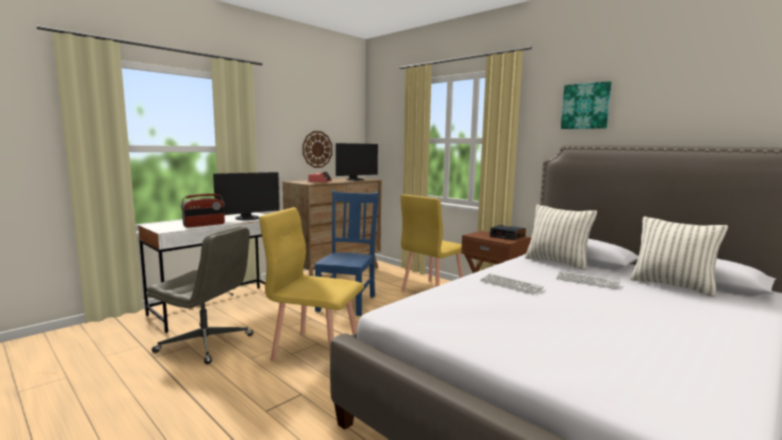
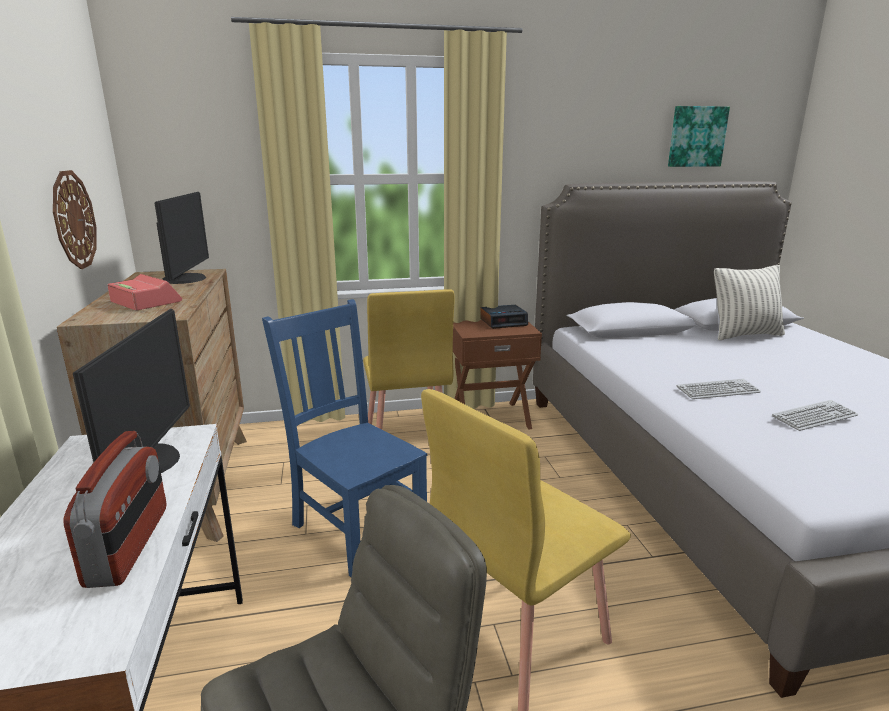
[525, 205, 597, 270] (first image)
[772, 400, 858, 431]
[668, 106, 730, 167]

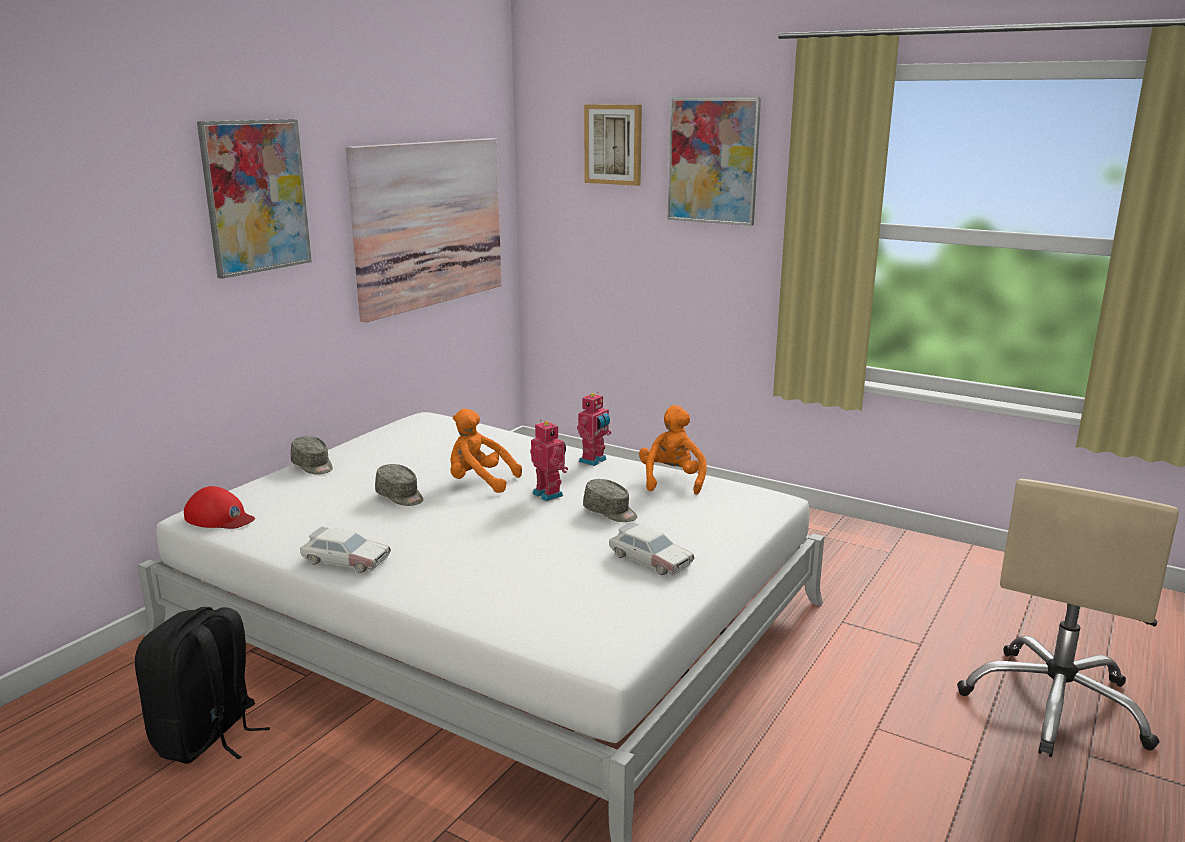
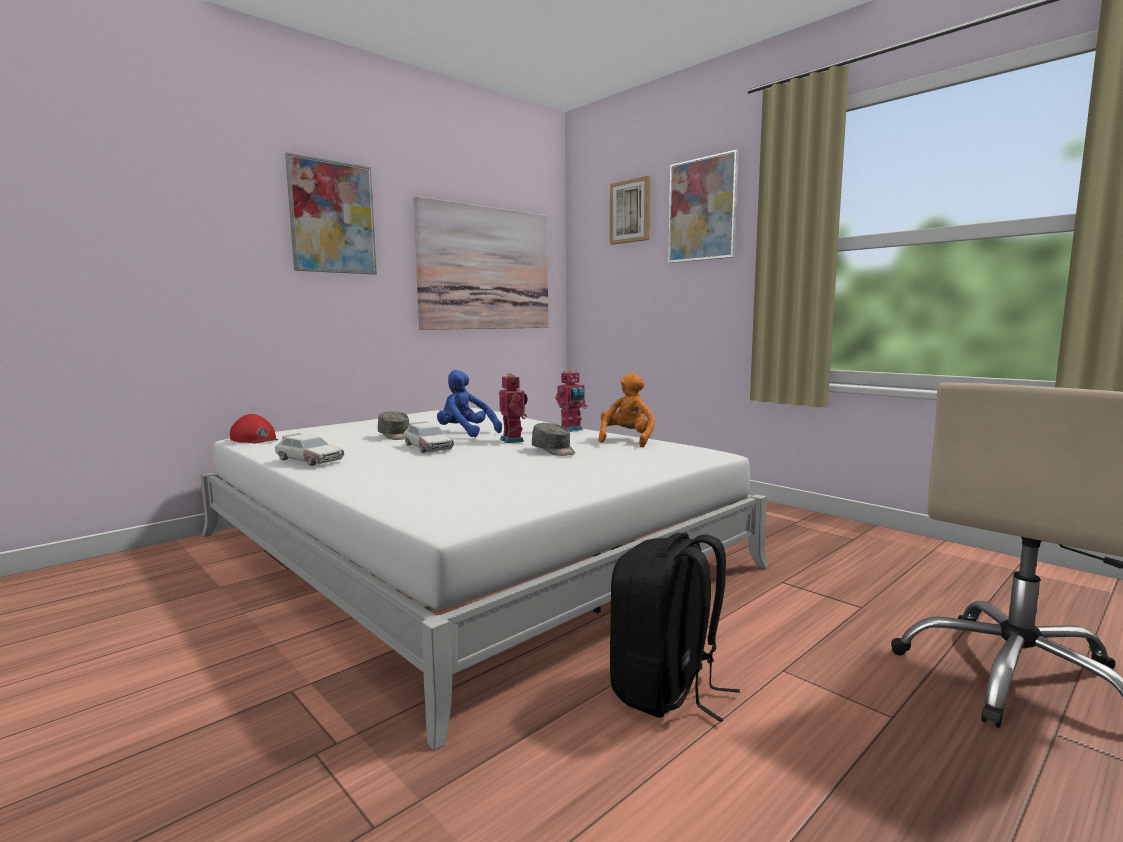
[610, 533, 740, 722]
[291, 436, 333, 475] (first image)
[437, 370, 502, 437]
[404, 422, 454, 453]

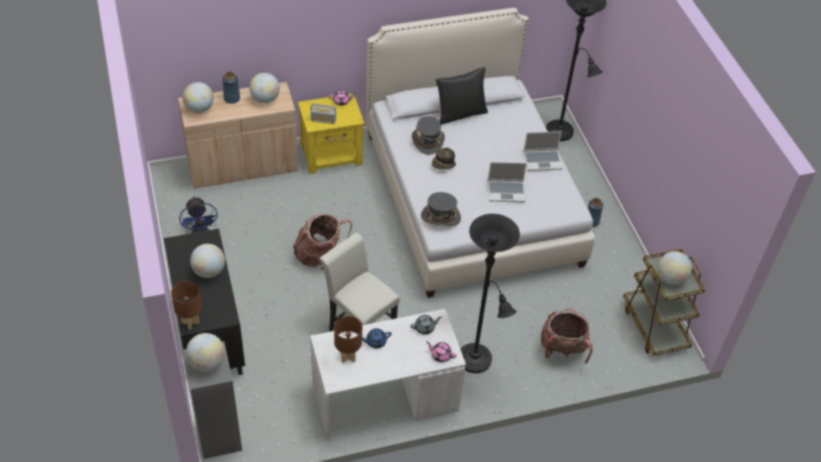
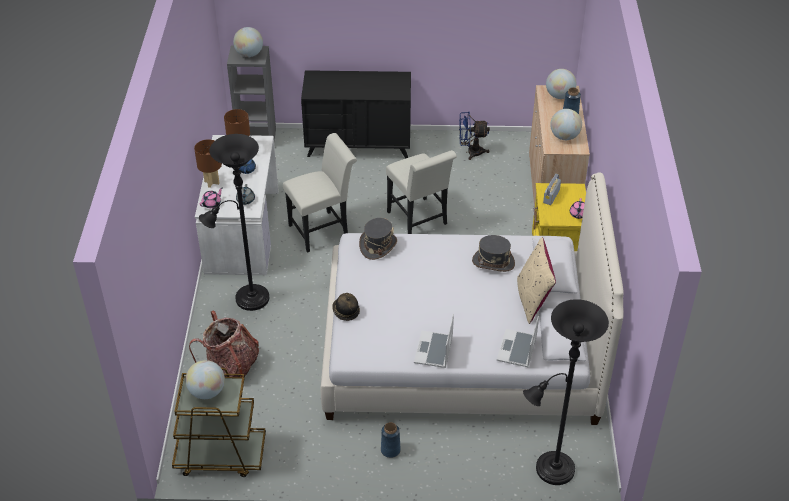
[194, 139, 222, 188]
[190, 244, 225, 278] (first image)
[386, 150, 457, 234]
[332, 293, 360, 321]
[517, 237, 556, 324]
[497, 314, 539, 367]

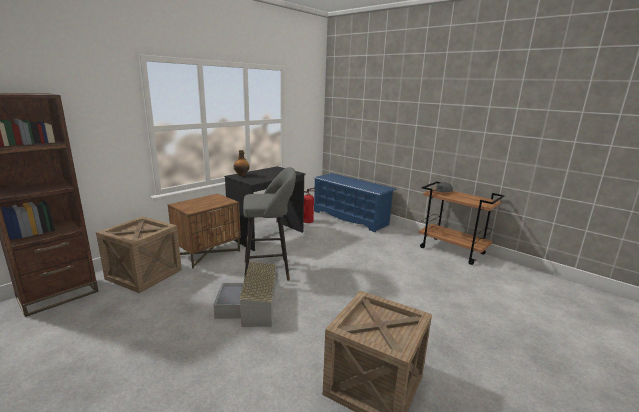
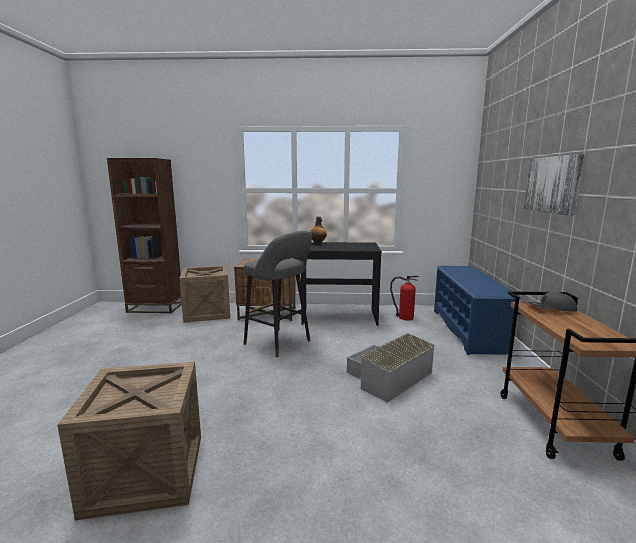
[347, 333, 435, 402]
[524, 154, 584, 216]

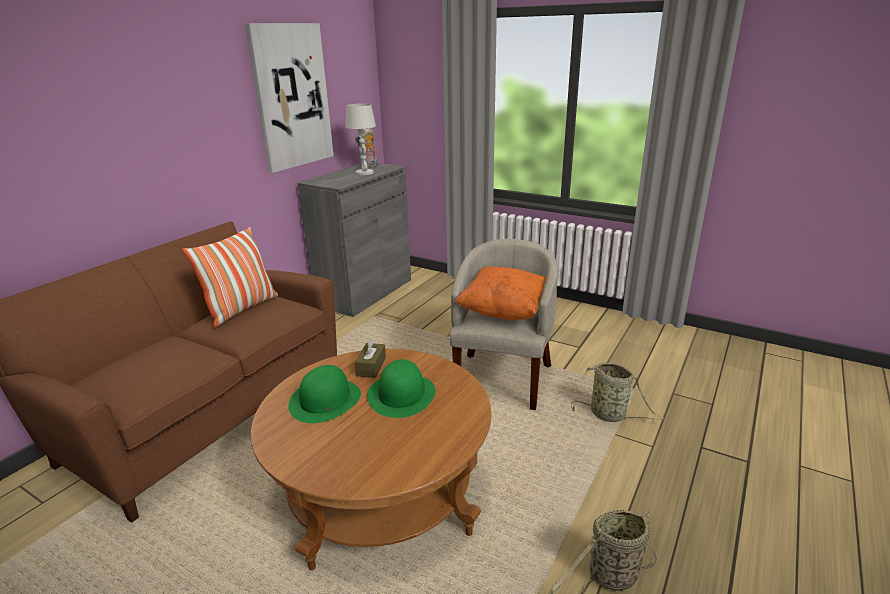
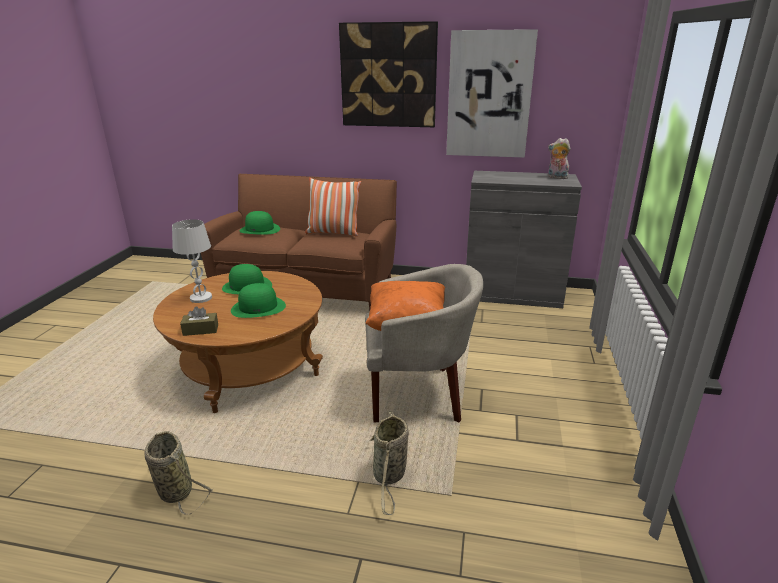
[172, 219, 212, 303]
[180, 306, 218, 336]
[240, 211, 280, 235]
[339, 21, 438, 127]

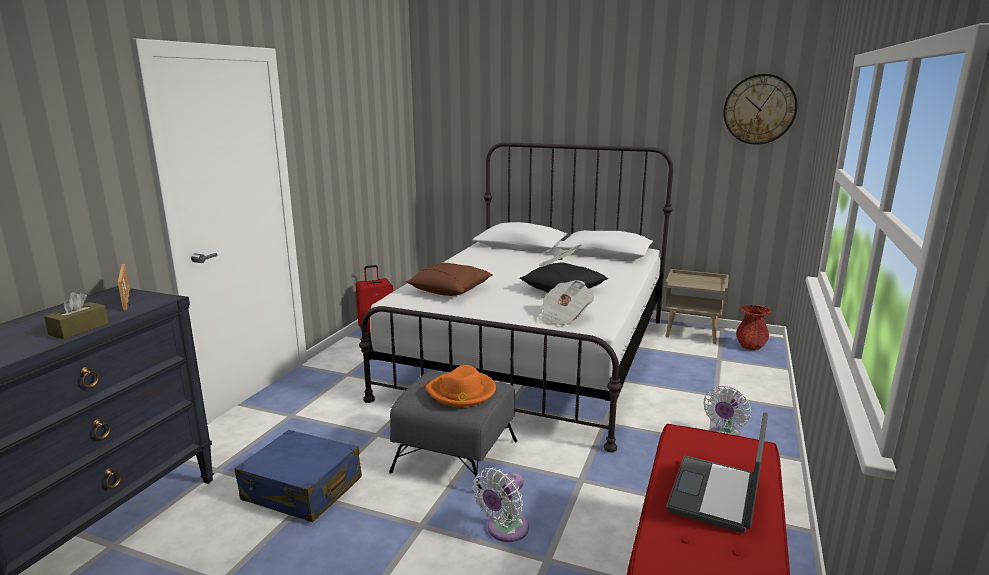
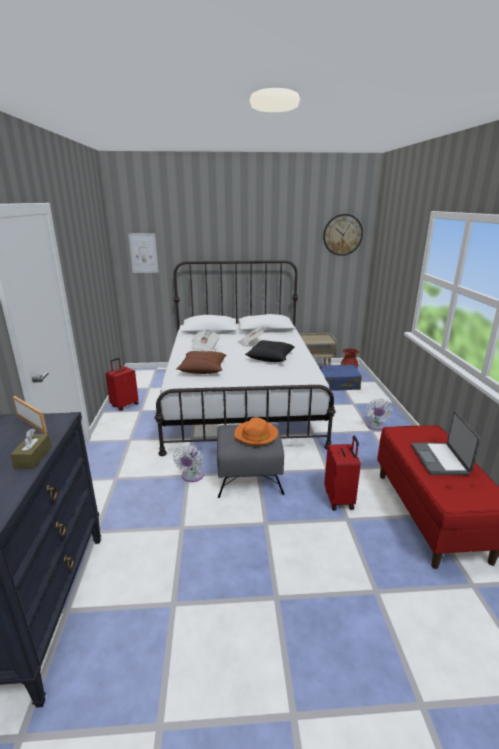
[319, 365, 362, 391]
[173, 445, 204, 482]
[192, 329, 220, 351]
[128, 233, 159, 273]
[324, 436, 361, 510]

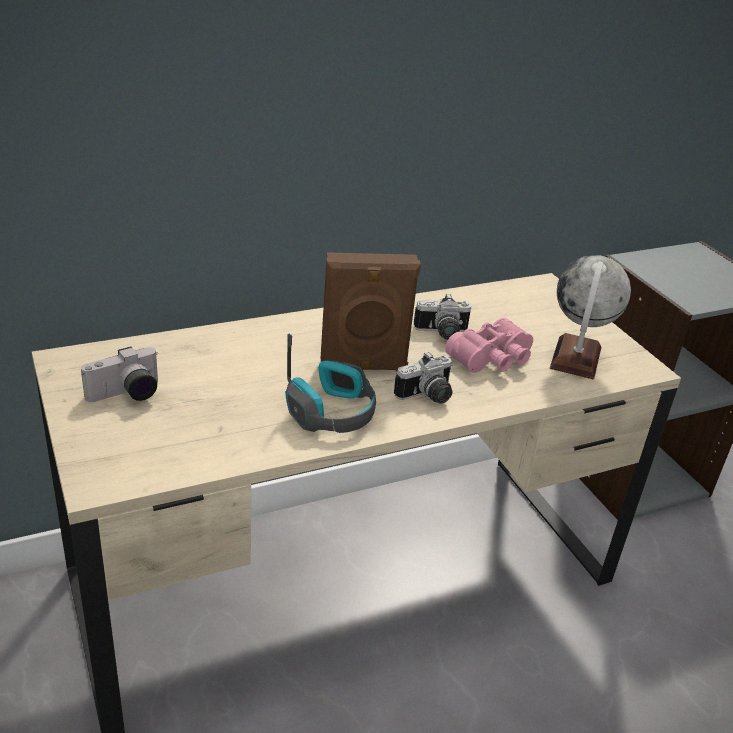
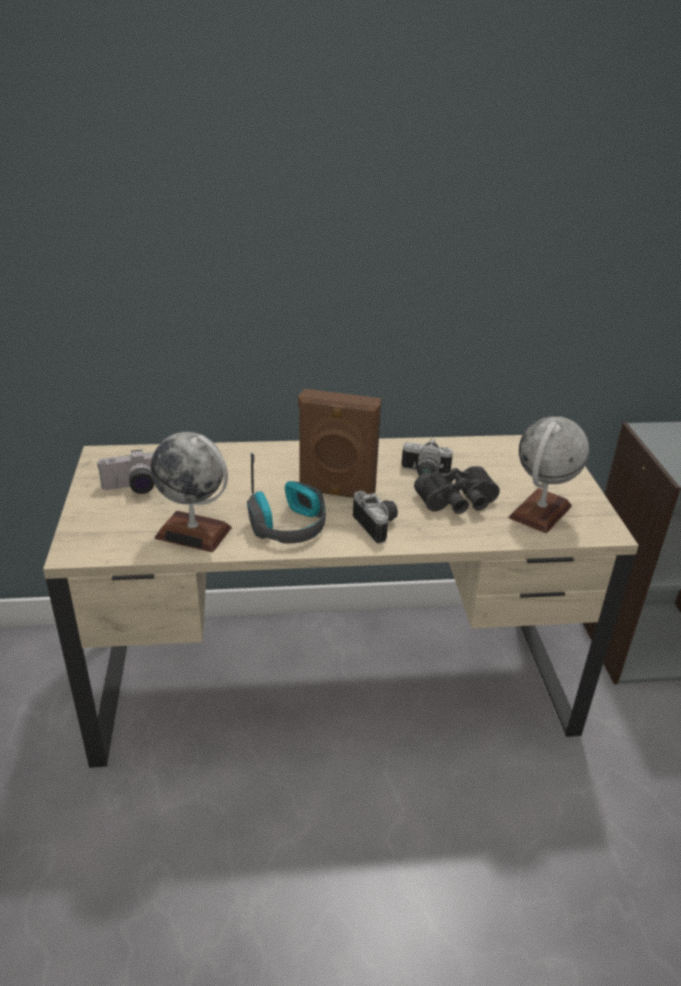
[353, 491, 398, 544]
[414, 466, 500, 514]
[150, 432, 232, 552]

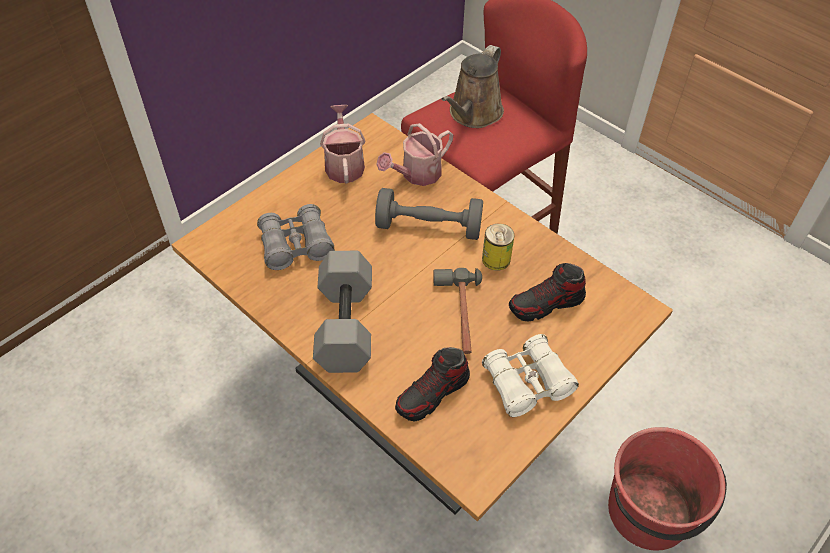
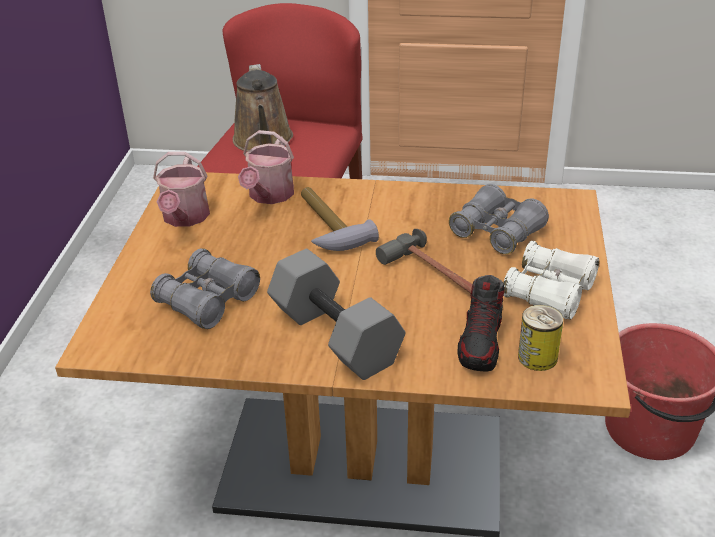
[153, 152, 210, 227]
[301, 187, 379, 251]
[518, 305, 563, 371]
[449, 184, 549, 254]

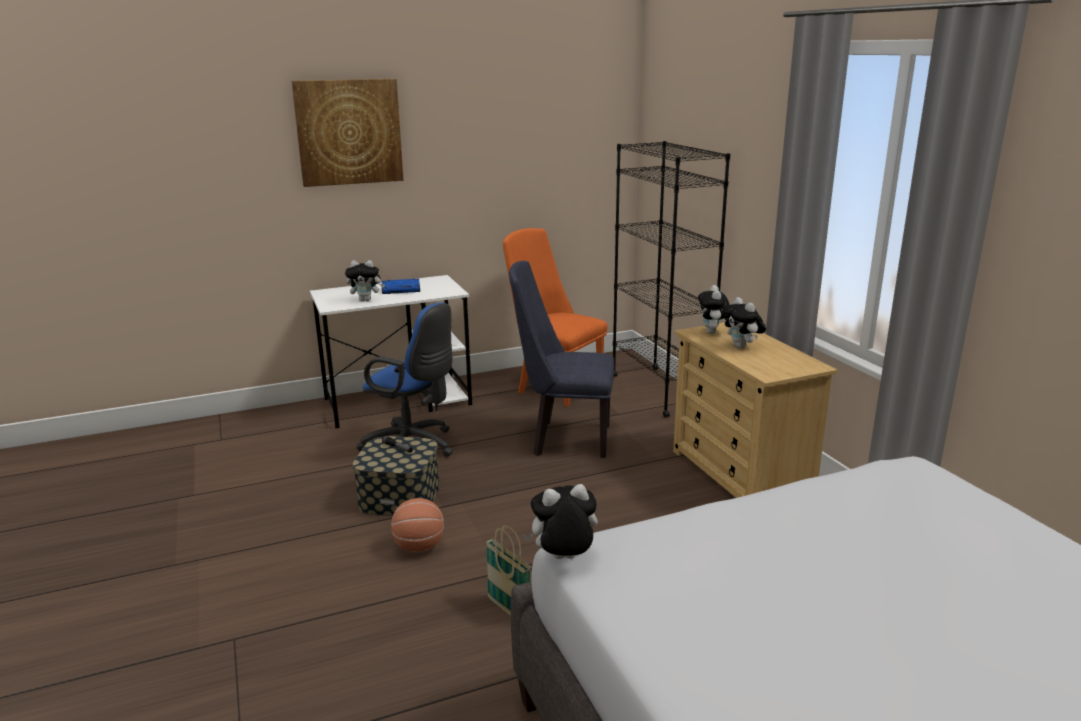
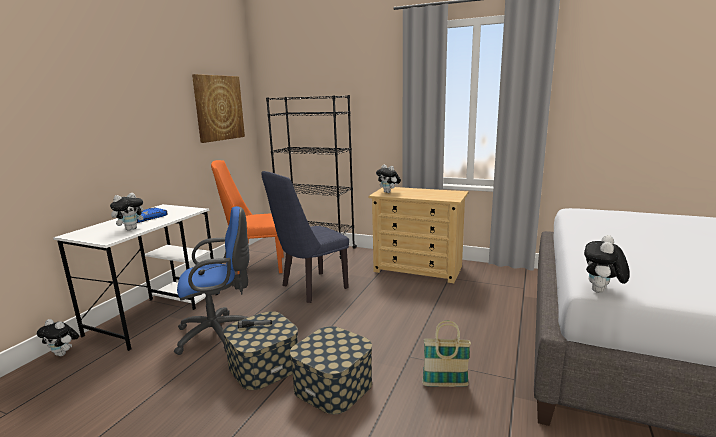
[192, 74, 245, 143]
[290, 326, 372, 414]
[37, 319, 79, 356]

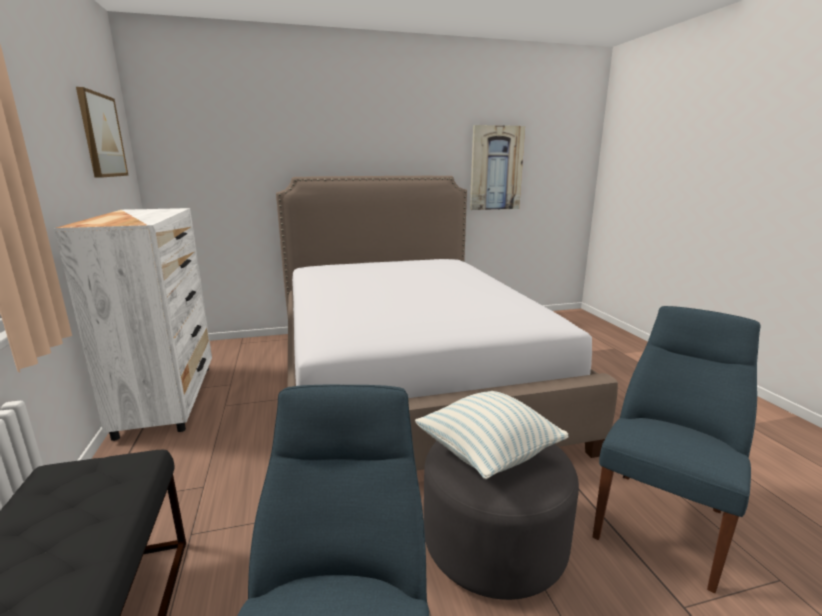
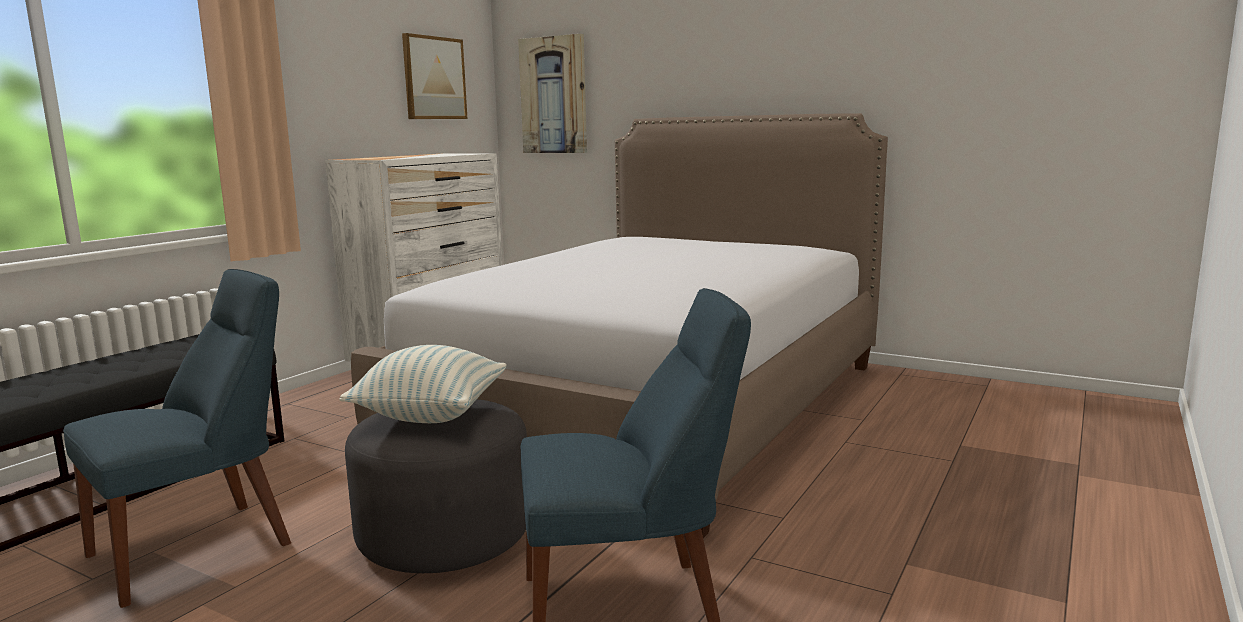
[518, 34, 587, 153]

